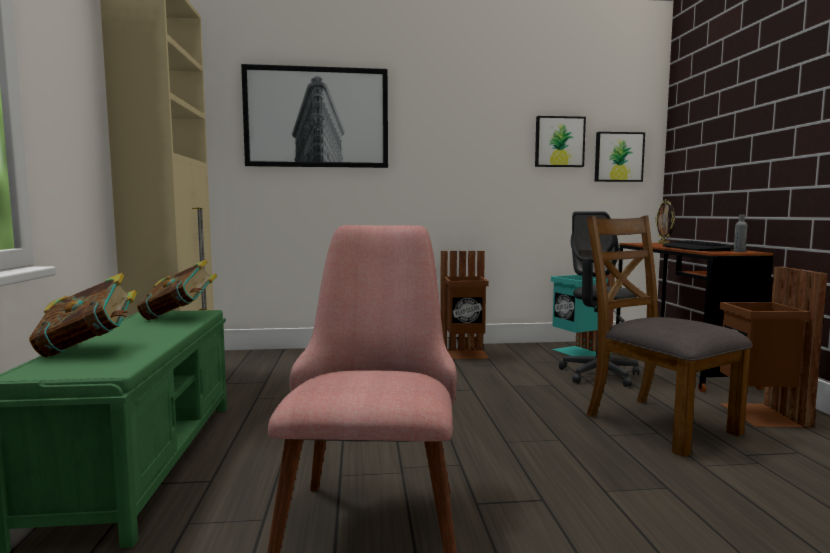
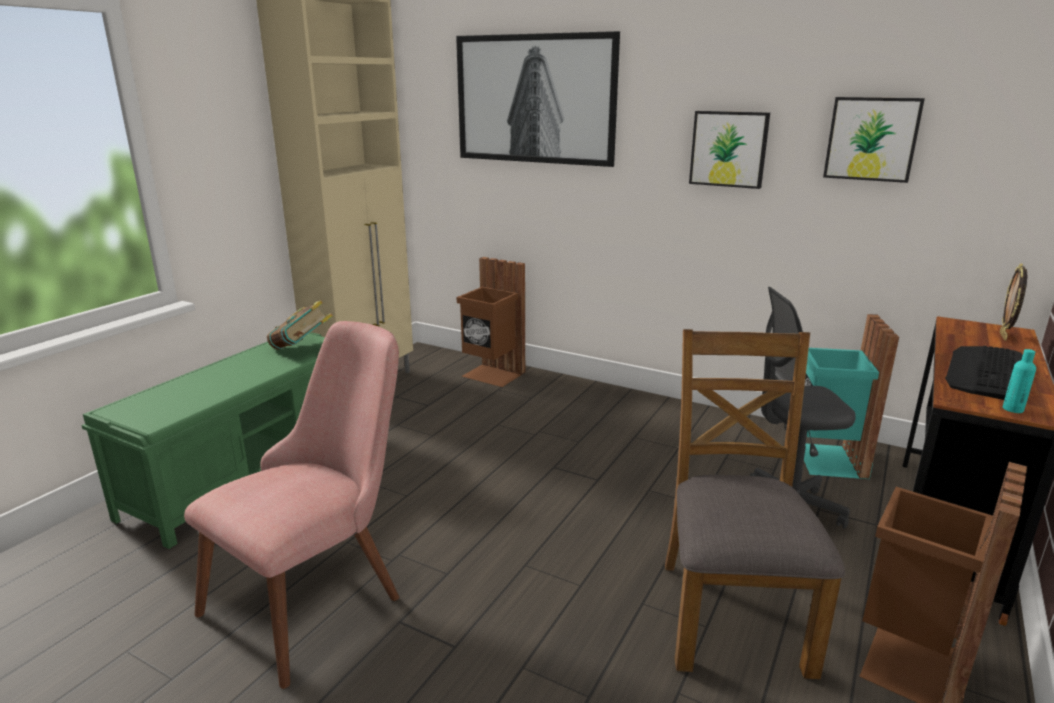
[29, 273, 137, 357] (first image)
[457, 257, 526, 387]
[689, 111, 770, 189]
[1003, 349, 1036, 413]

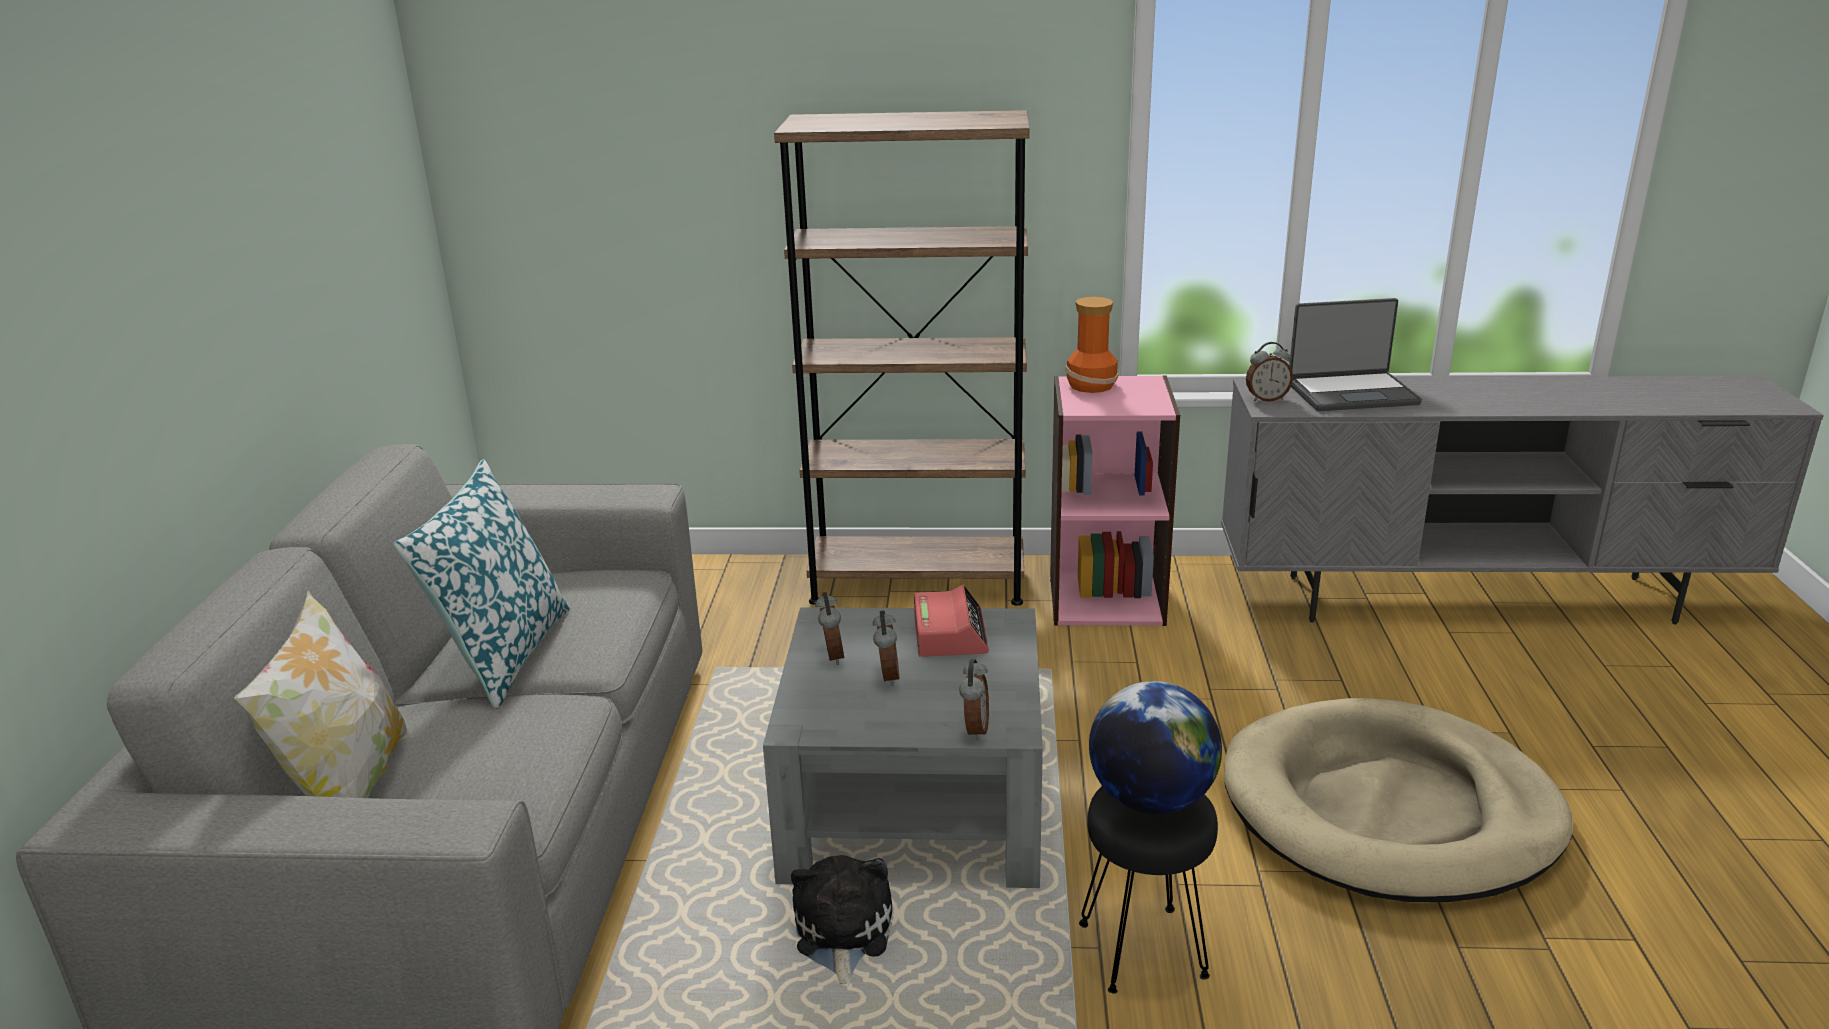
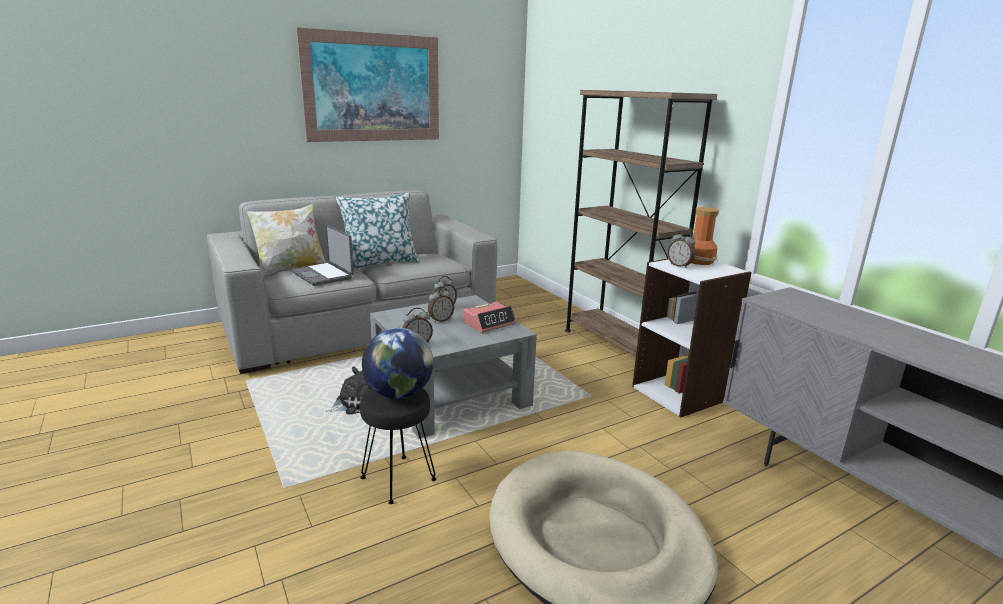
[632, 259, 752, 417]
[667, 230, 696, 268]
[291, 225, 354, 286]
[296, 27, 439, 142]

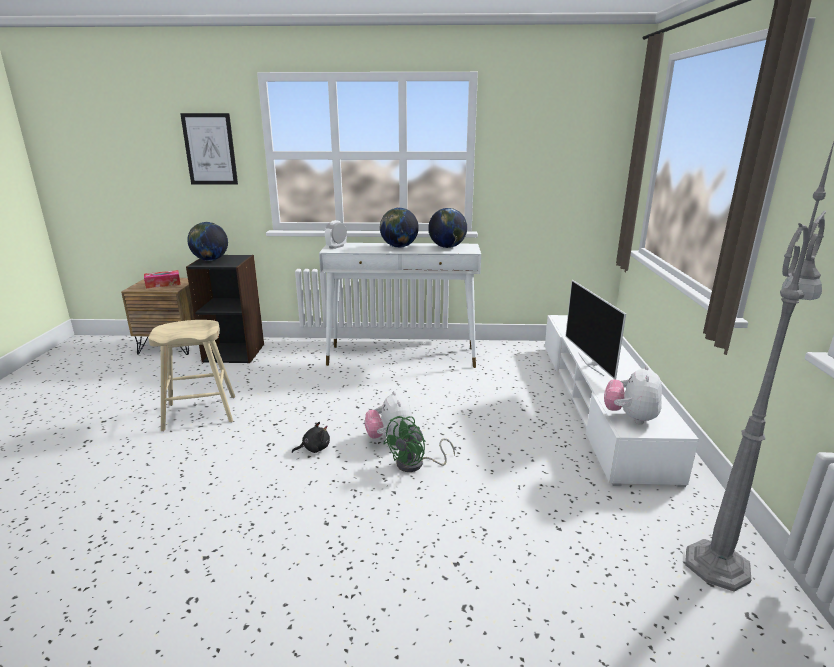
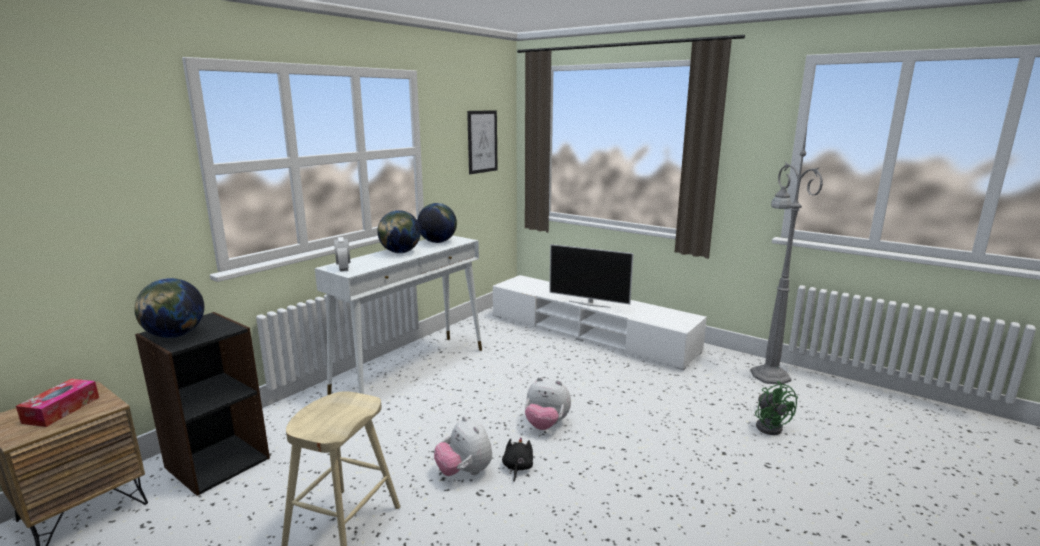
[467, 110, 497, 174]
[755, 381, 798, 435]
[434, 416, 492, 476]

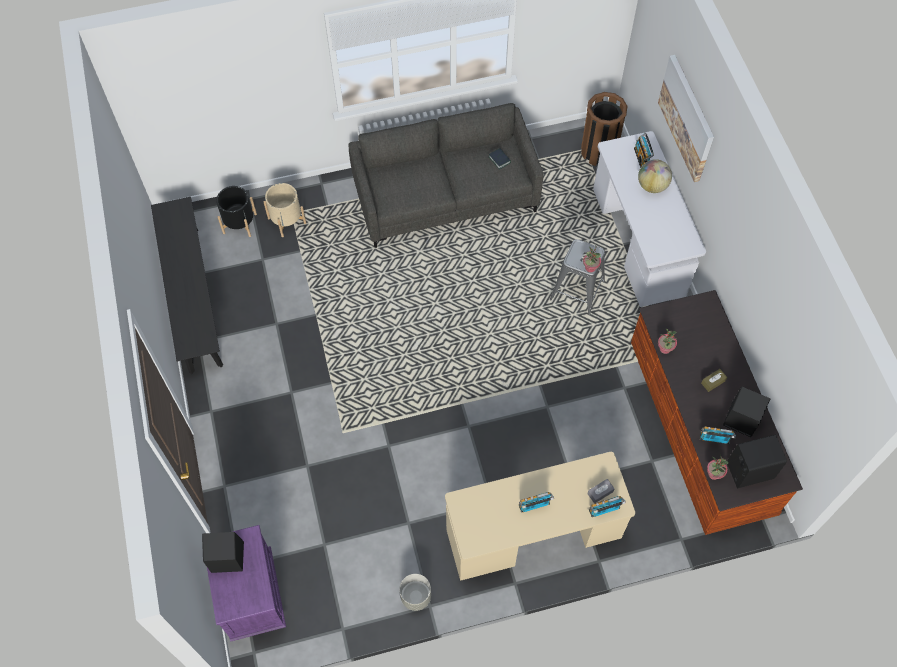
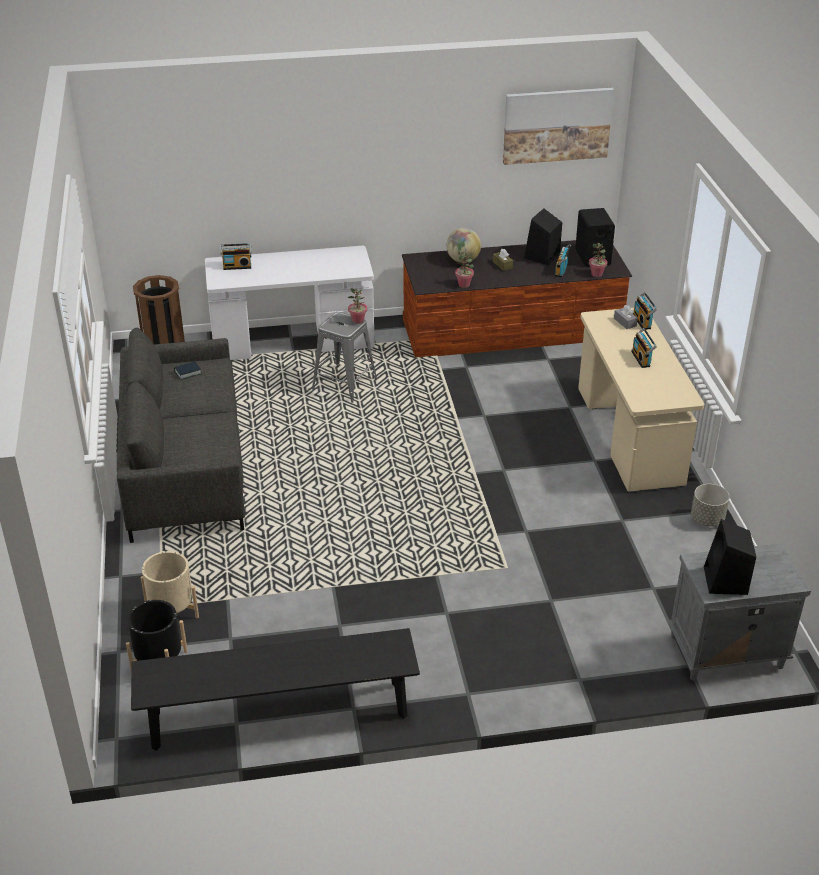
[667, 543, 811, 680]
[447, 228, 481, 263]
[503, 88, 614, 165]

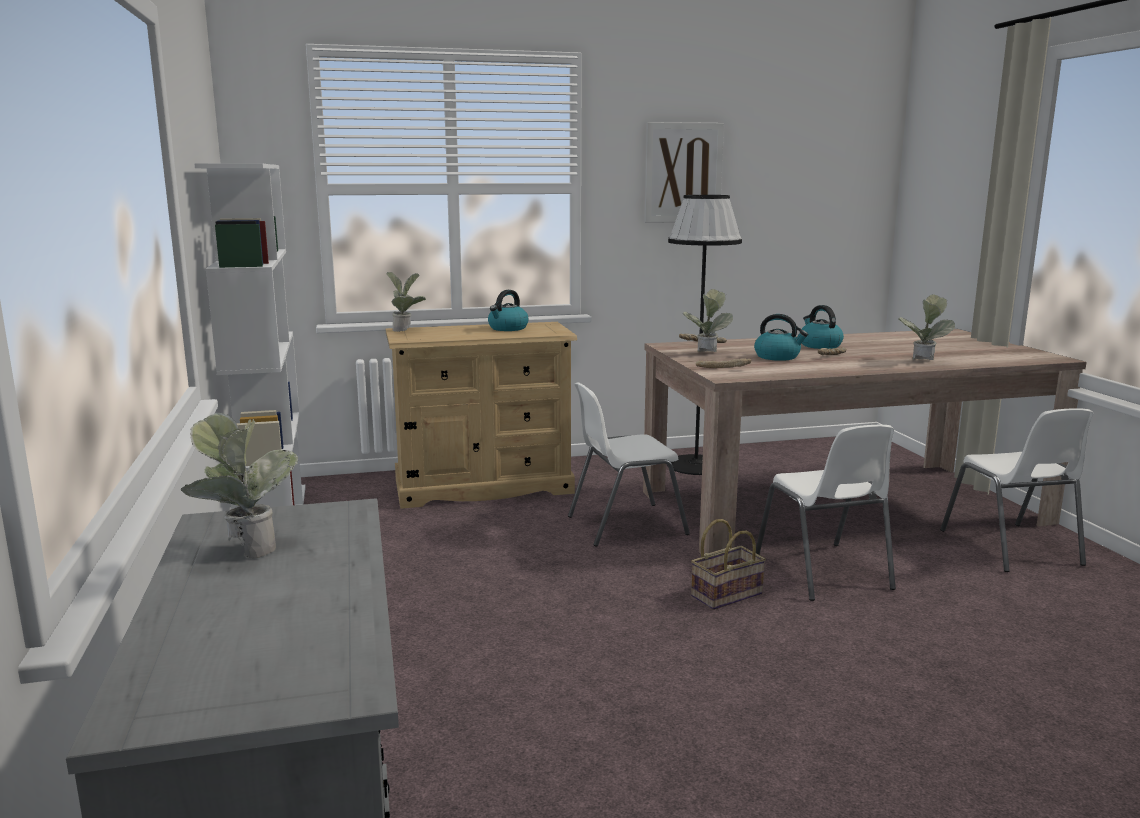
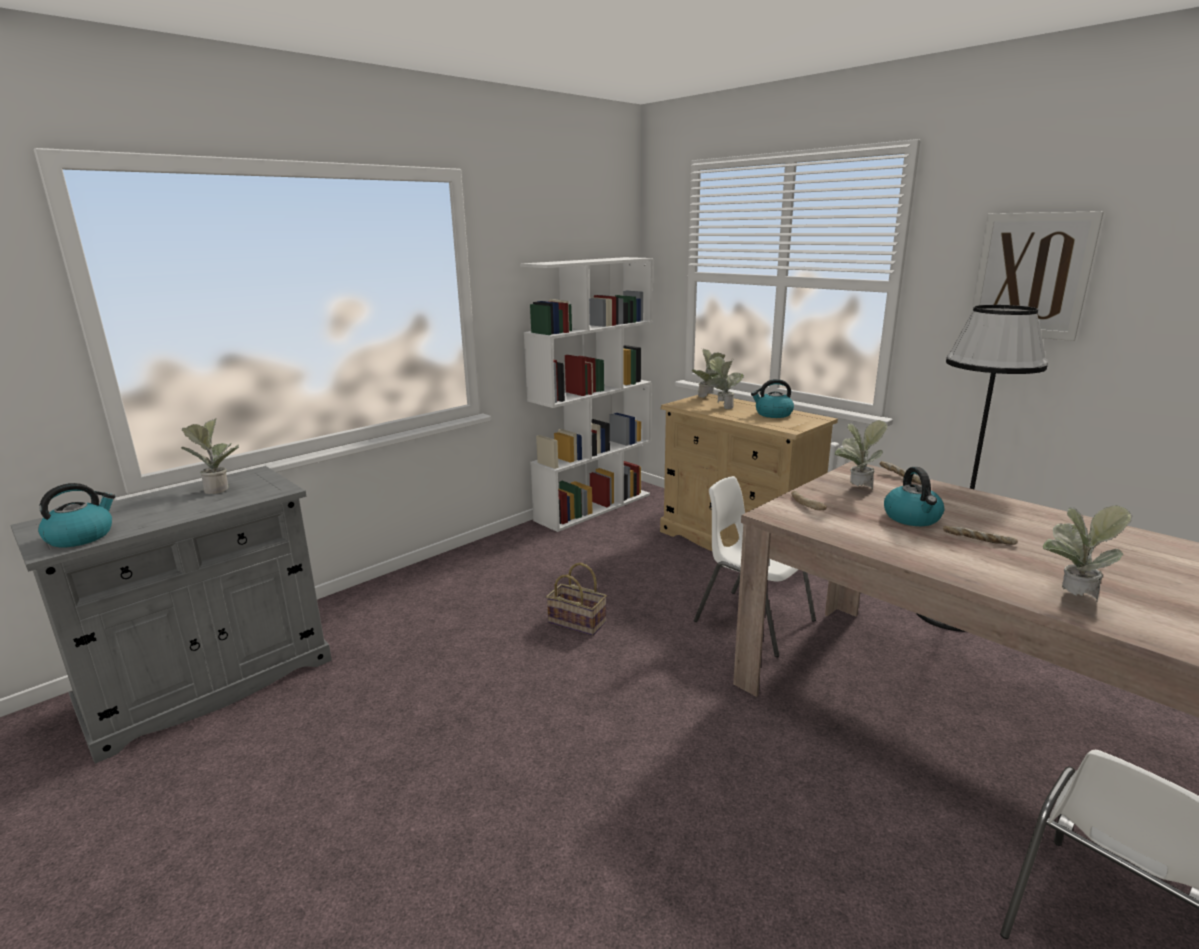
[546, 563, 607, 636]
[756, 425, 896, 601] (first image)
[38, 483, 115, 547]
[706, 357, 744, 409]

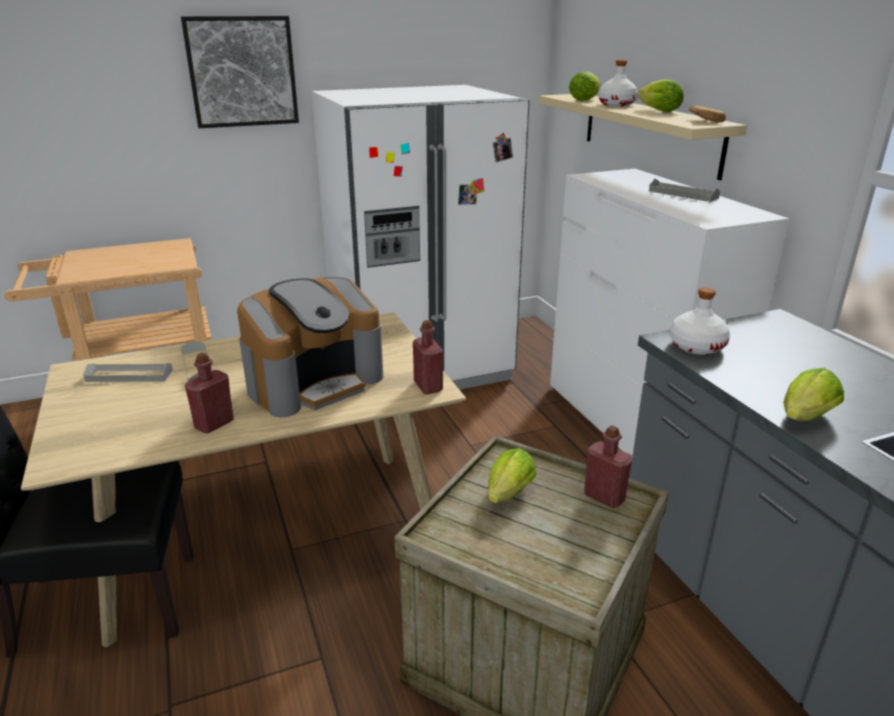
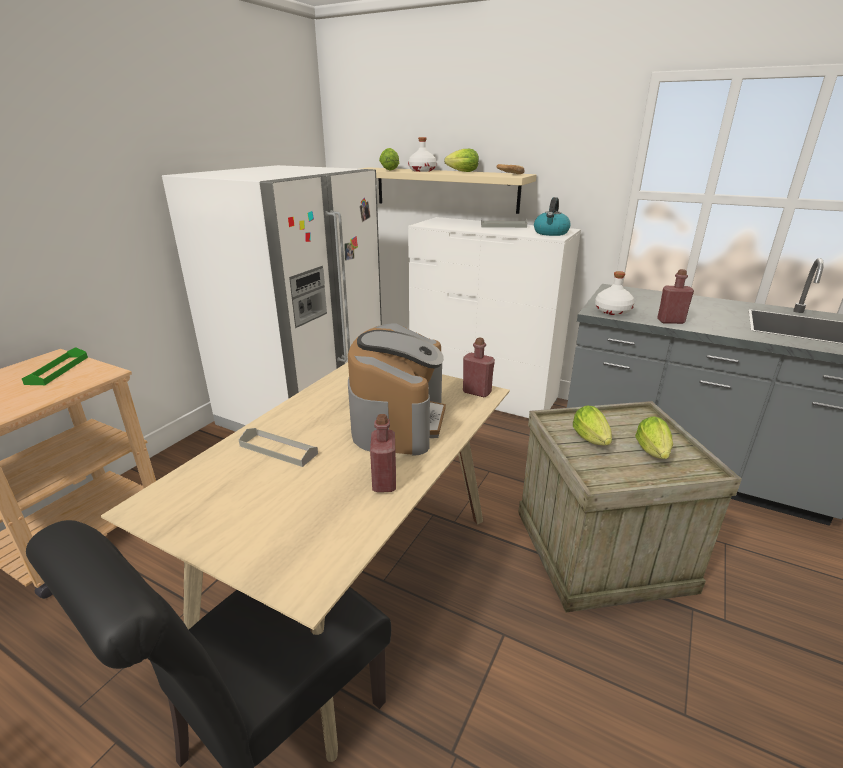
[83, 363, 173, 382] (first image)
[181, 16, 299, 128] (first image)
[657, 269, 694, 324]
[635, 416, 673, 459]
[22, 347, 88, 385]
[534, 197, 571, 236]

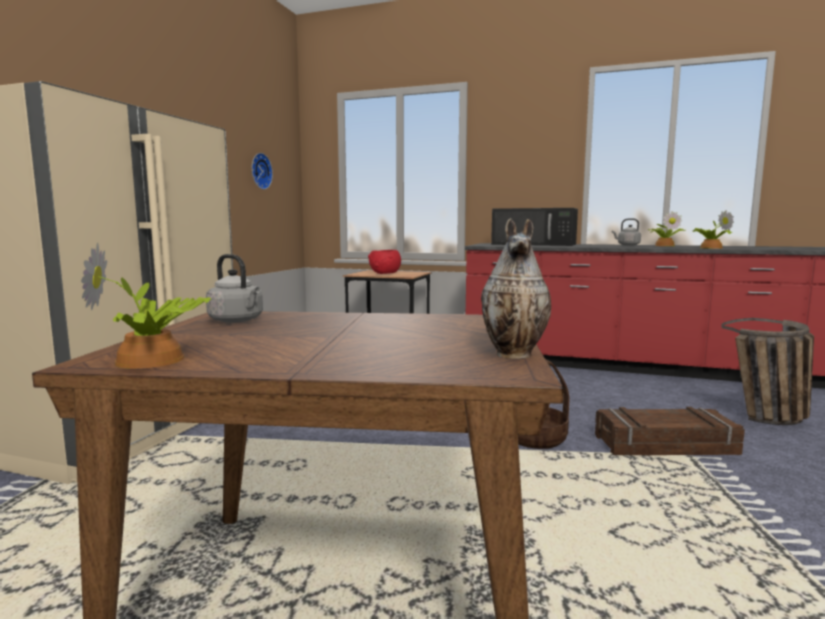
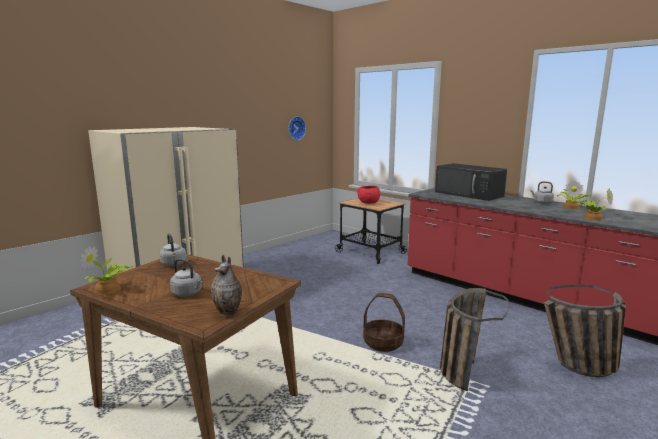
[440, 288, 510, 391]
[170, 258, 203, 297]

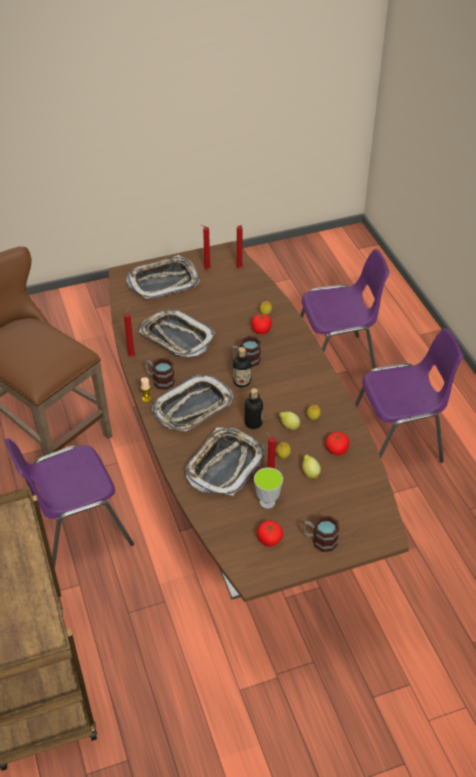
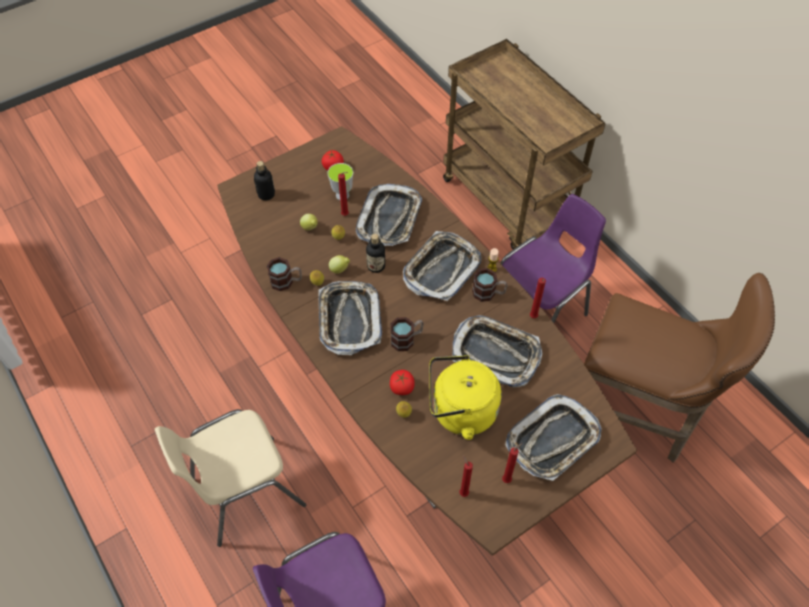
[254, 161, 275, 201]
[267, 257, 302, 291]
[325, 432, 349, 455] (first image)
[155, 409, 306, 547]
[318, 281, 382, 355]
[429, 355, 502, 440]

